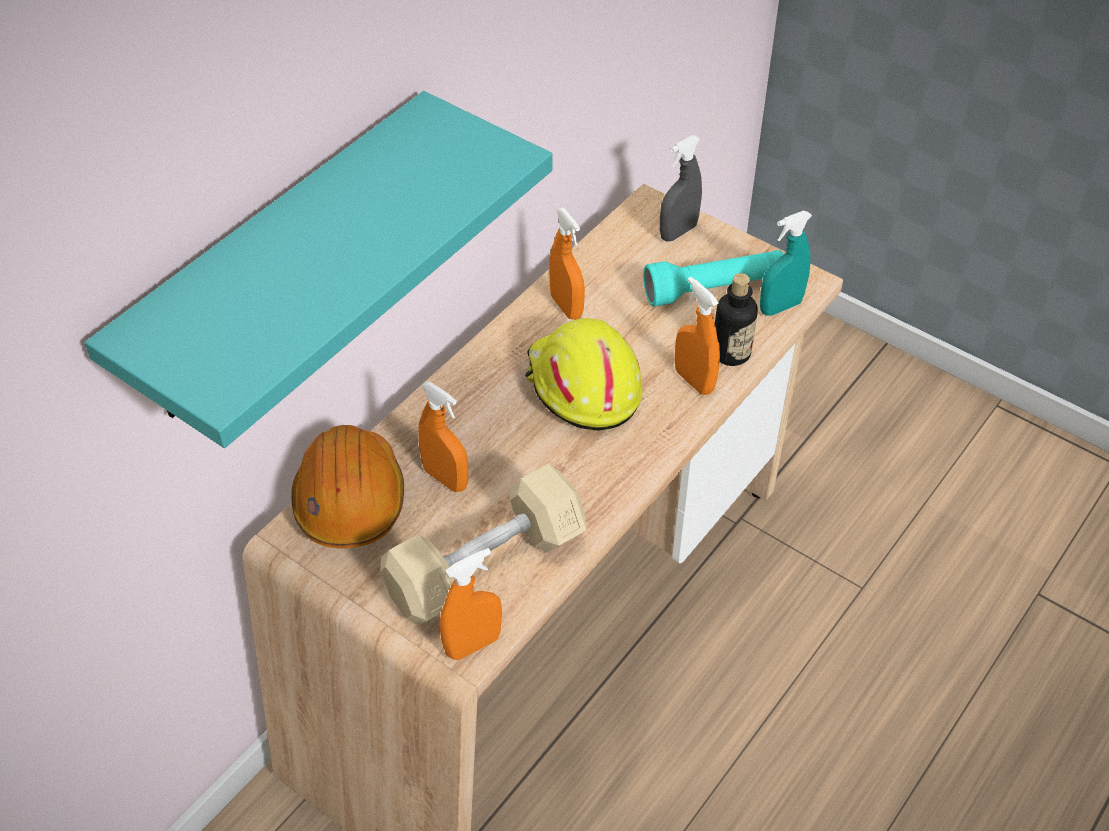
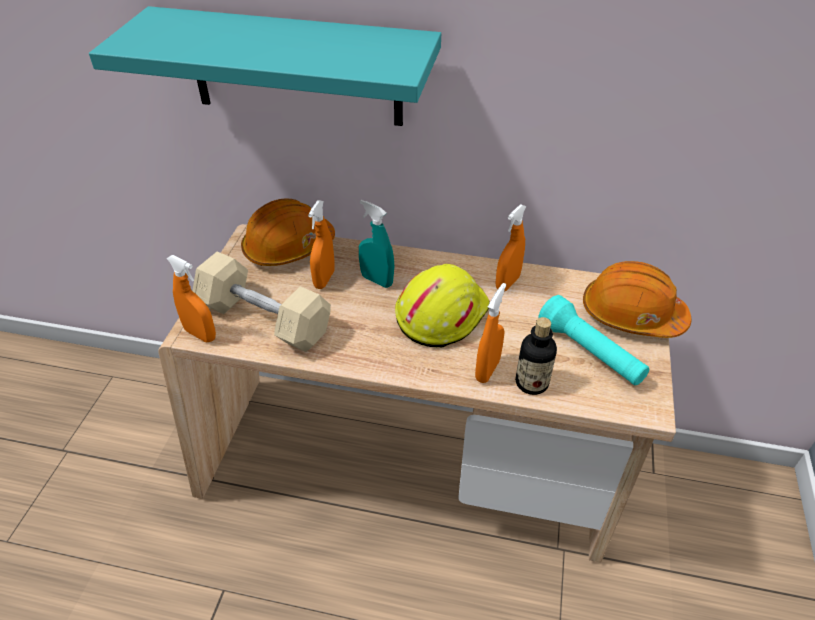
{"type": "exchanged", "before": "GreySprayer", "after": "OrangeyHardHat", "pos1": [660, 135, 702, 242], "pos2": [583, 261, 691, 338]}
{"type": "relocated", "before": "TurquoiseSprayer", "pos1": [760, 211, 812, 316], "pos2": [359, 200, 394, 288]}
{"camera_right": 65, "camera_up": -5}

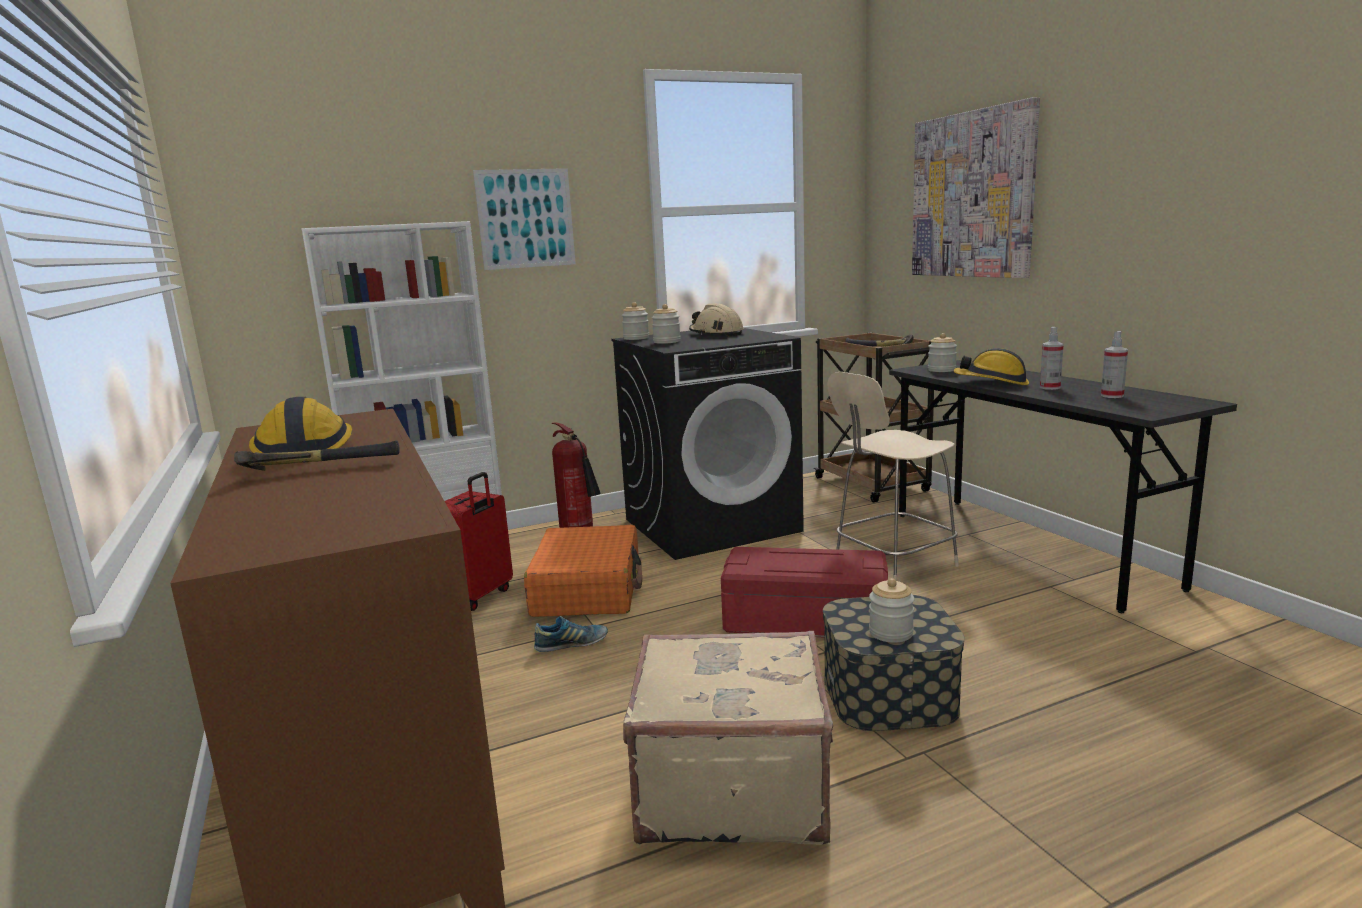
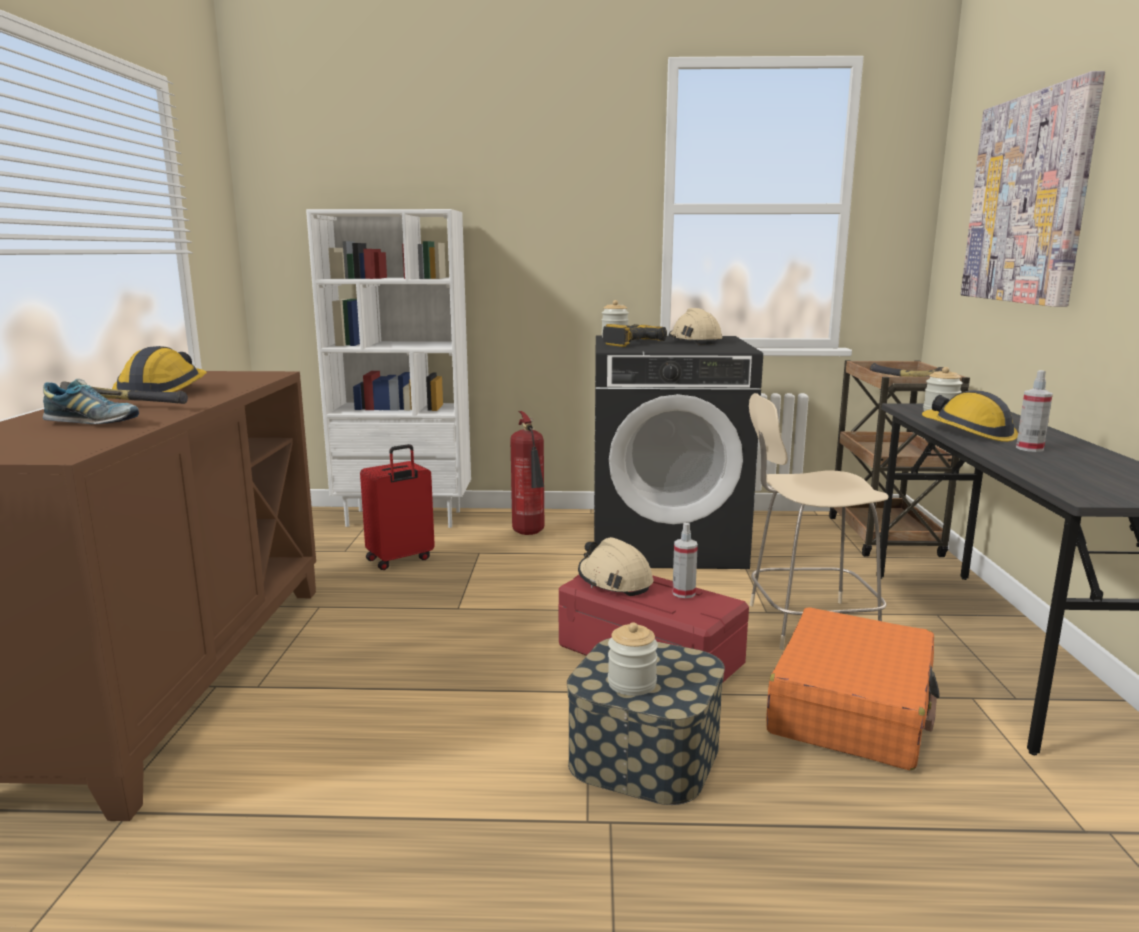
{"type": "missing", "before": "WallPicture", "pos1": [473, 168, 576, 270]}
{"type": "relocated", "before": "OrangeySuitcase", "pos1": [524, 525, 642, 617], "pos2": [766, 607, 940, 770]}
{"type": "relocated", "before": "Shoe", "pos1": [534, 616, 608, 652], "pos2": [43, 379, 139, 424]}
{"type": "missing", "before": "BeigeSuitcase", "pos1": [623, 631, 833, 844]}
{"type": "exchanged", "before": "Jar", "after": "ElectricDrill", "pos1": [652, 304, 681, 344], "pos2": [603, 324, 667, 347]}
{"type": "relocated", "before": "Sprayer", "pos1": [1101, 331, 1128, 398], "pos2": [672, 523, 698, 598]}
{"type": "appeared", "after": "BeigeHardHat", "pos2": [578, 537, 654, 596]}
{"camera_right": 25, "camera_up": 0}

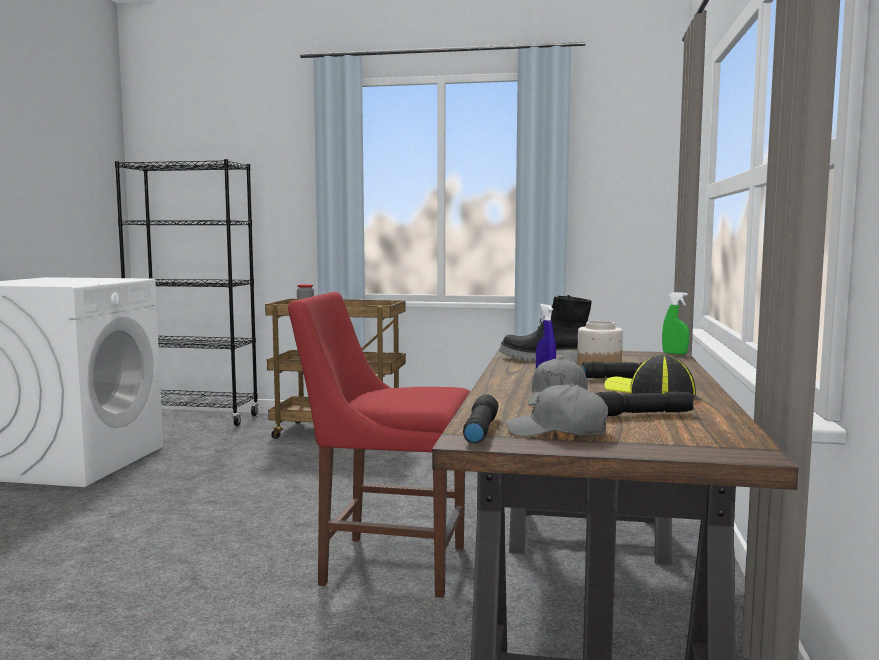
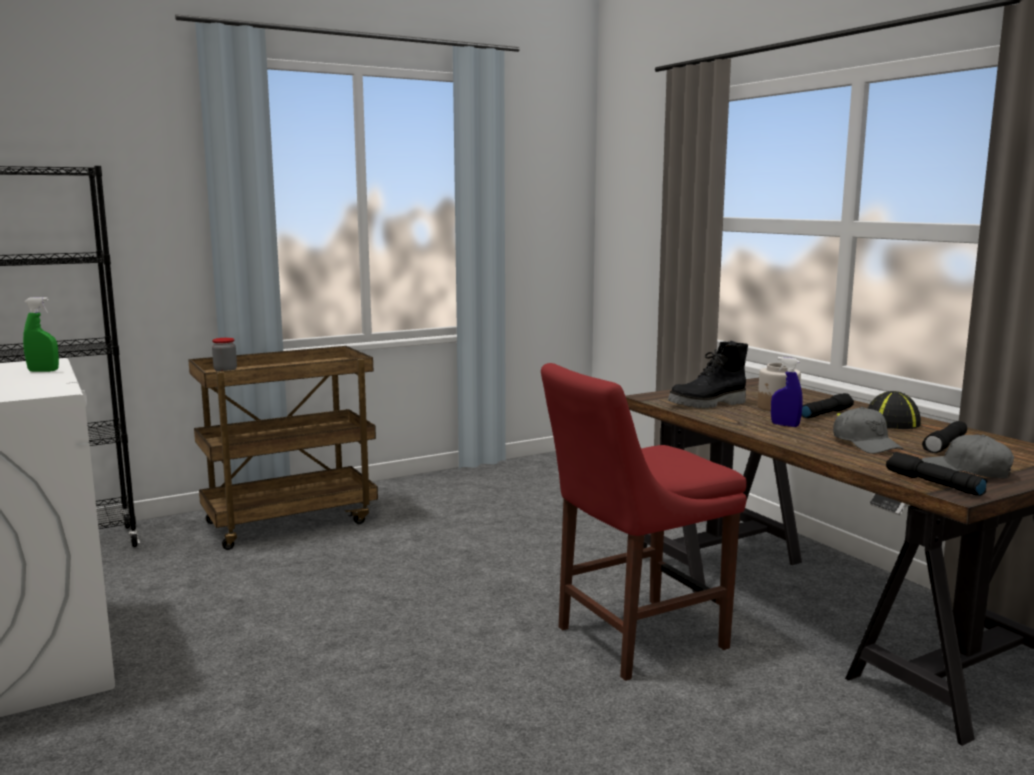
{"type": "spun", "before": "GreyCap", "pos1": [506, 383, 608, 437], "pos2": [922, 434, 1014, 478], "turn": 60}
{"type": "relocated", "before": "GreenSprayer", "pos1": [662, 292, 689, 355], "pos2": [23, 297, 59, 372]}
{"camera_right": -40, "camera_up": 5}

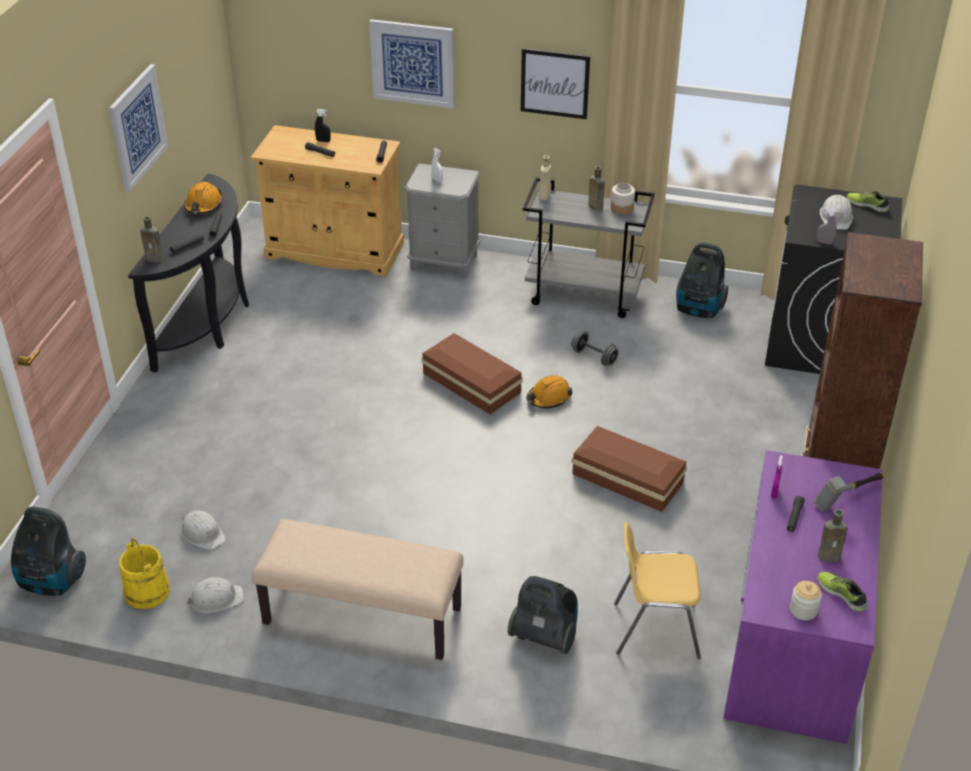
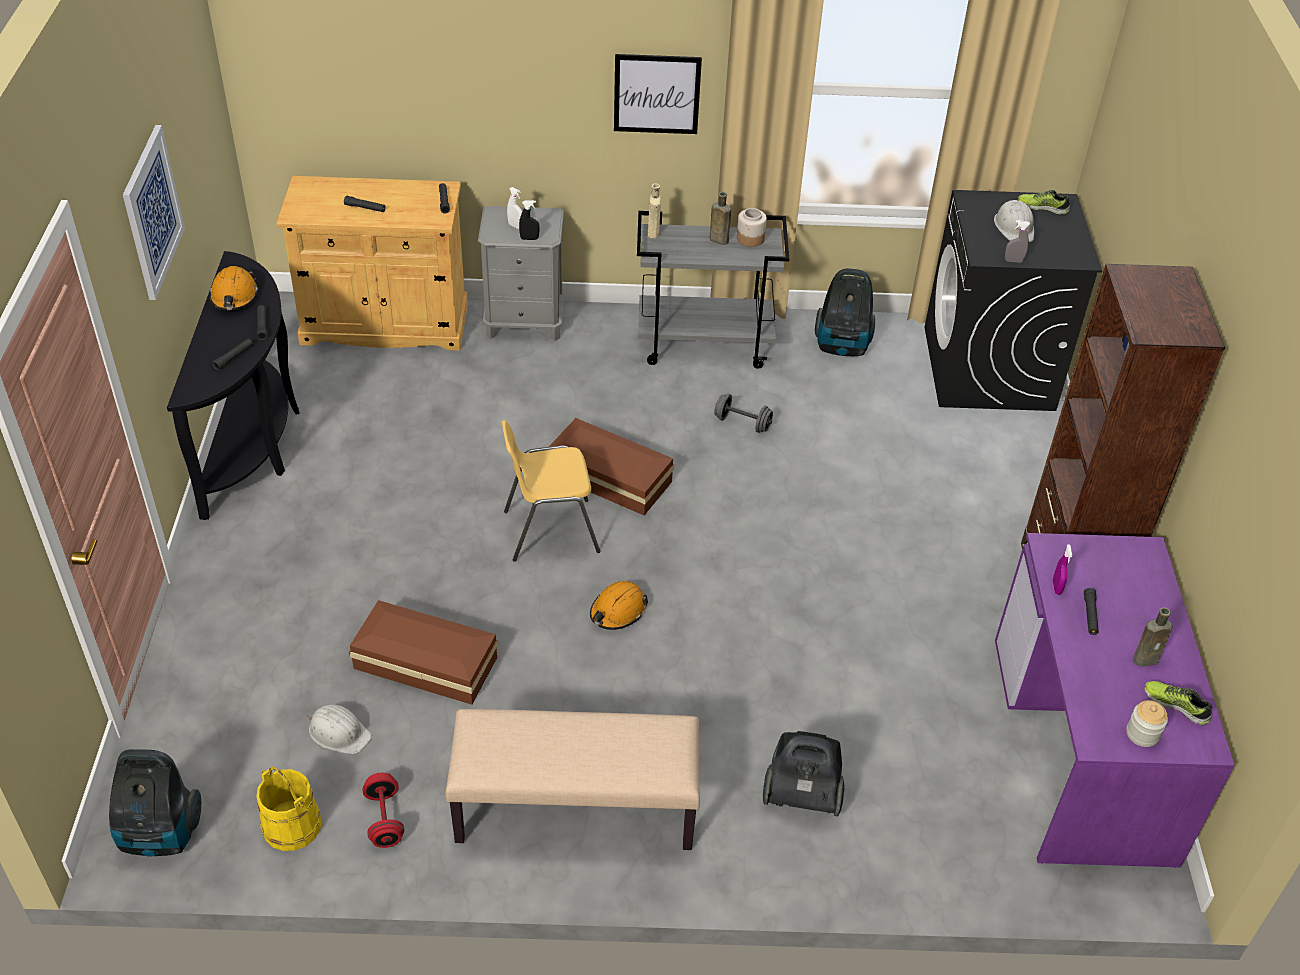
{"type": "missing", "before": "BrownishDrinkBottle", "pos1": [140, 216, 163, 263]}
{"type": "exchanged", "before": "WhitishHardHat", "after": "RedDumbbell", "pos1": [186, 577, 244, 613], "pos2": [362, 773, 404, 848]}
{"type": "relocated", "before": "BlackColouredSprayer", "pos1": [315, 109, 331, 142], "pos2": [519, 200, 539, 240]}
{"type": "missing", "before": "WallPicture", "pos1": [369, 19, 454, 108]}
{"type": "relocated", "before": "OrangeyHardHat", "pos1": [527, 375, 572, 408], "pos2": [590, 581, 648, 630]}
{"type": "relocated", "before": "BrownishStorageContainer", "pos1": [572, 426, 687, 512], "pos2": [349, 600, 498, 705]}
{"type": "relocated", "before": "YellowishUprightChair", "pos1": [614, 523, 701, 659], "pos2": [502, 420, 601, 562]}
{"type": "missing", "before": "Hammer", "pos1": [814, 472, 885, 511]}
{"camera_right": -15, "camera_up": 5}

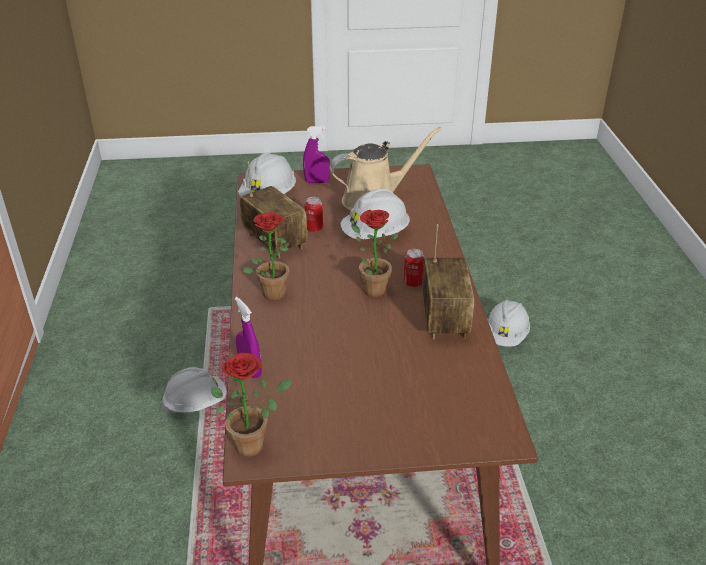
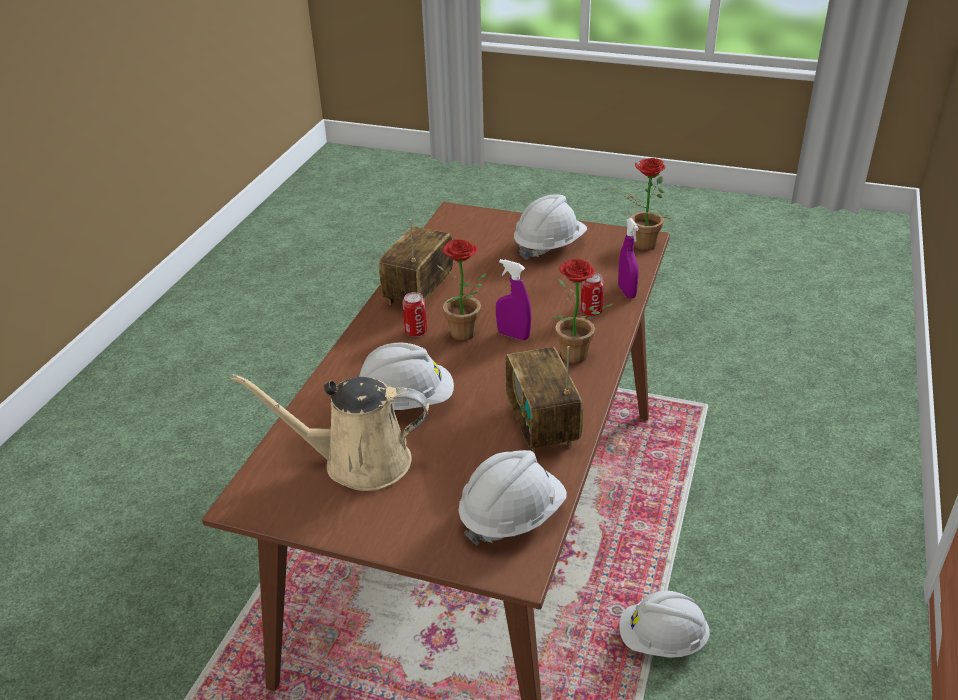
{"type": "relocated", "before": "PurpleSprayer", "pos1": [303, 126, 330, 183], "pos2": [496, 259, 531, 340]}
{"type": "relocated", "before": "Can", "pos1": [305, 197, 323, 232], "pos2": [580, 273, 604, 316]}
{"type": "relocated", "before": "WhitishHardHat", "pos1": [487, 300, 530, 347], "pos2": [514, 194, 587, 260]}
{"camera_right": -155, "camera_up": 0}

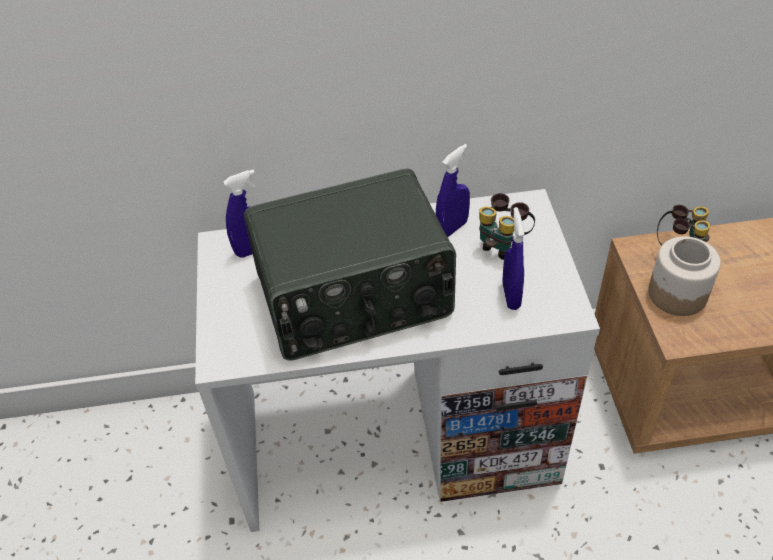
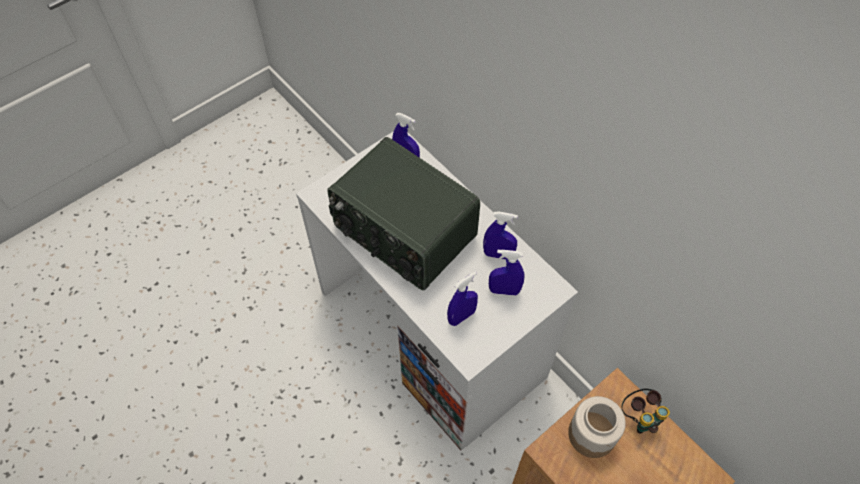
{"type": "exchanged", "before": "PairOfBinoculars", "after": "BlueSprayer", "pos1": [479, 193, 535, 260], "pos2": [489, 250, 525, 296]}
{"camera_right": 55, "camera_up": 10}

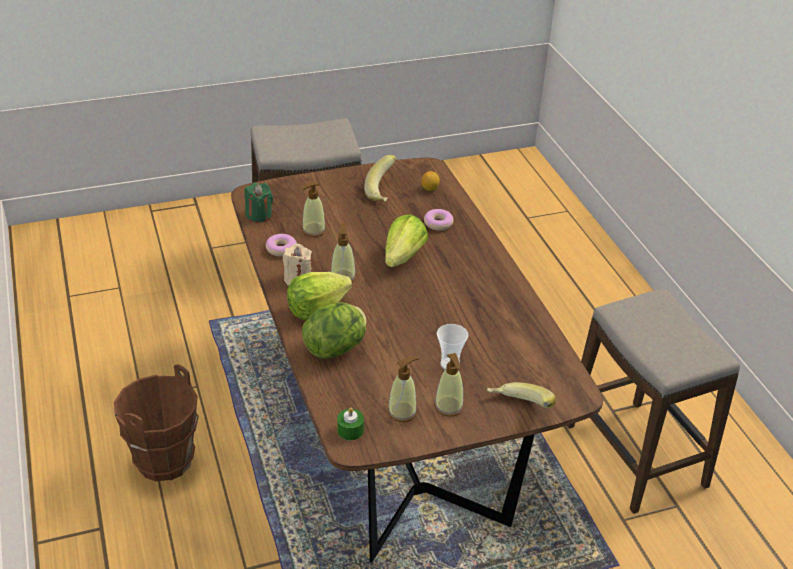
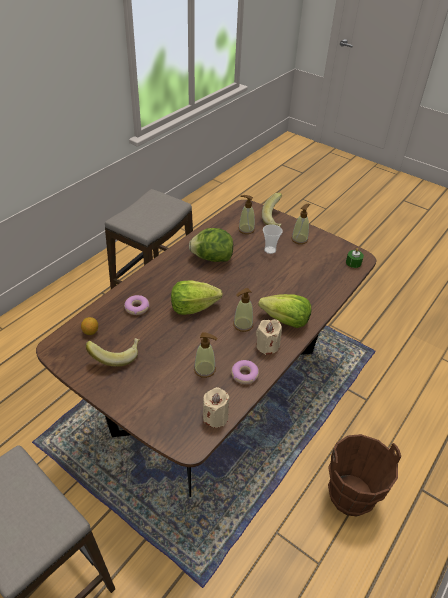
{"type": "colour", "before": "GreenWaxLight", "after": "BeigeWaxLight", "pos1": [244, 183, 273, 222], "pos2": [203, 387, 230, 428]}
{"type": "relocated", "before": "LettuceHead", "pos1": [302, 302, 367, 359], "pos2": [189, 228, 233, 262]}
{"type": "relocated", "before": "LiquidSoapBottle", "pos1": [388, 356, 419, 422], "pos2": [238, 195, 255, 234]}
{"camera_right": -125, "camera_up": 5}

